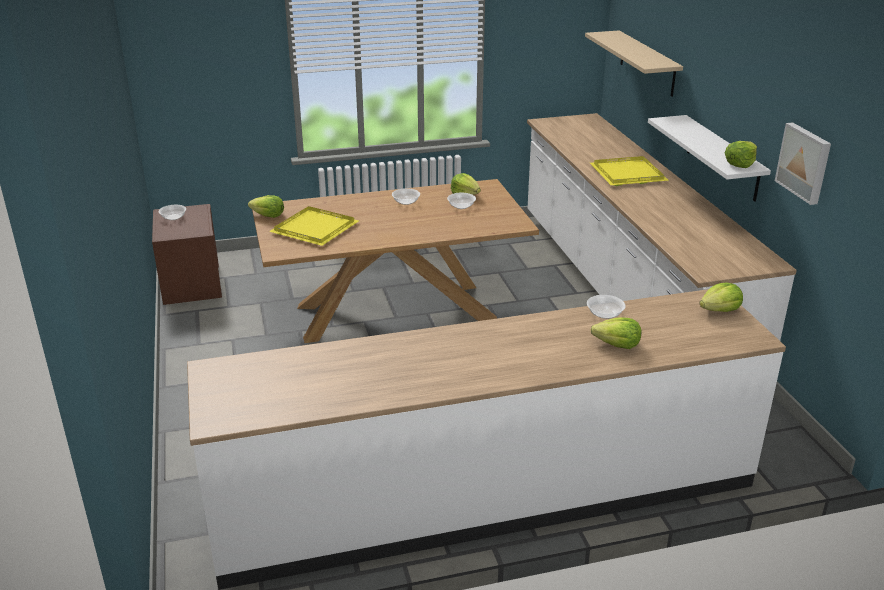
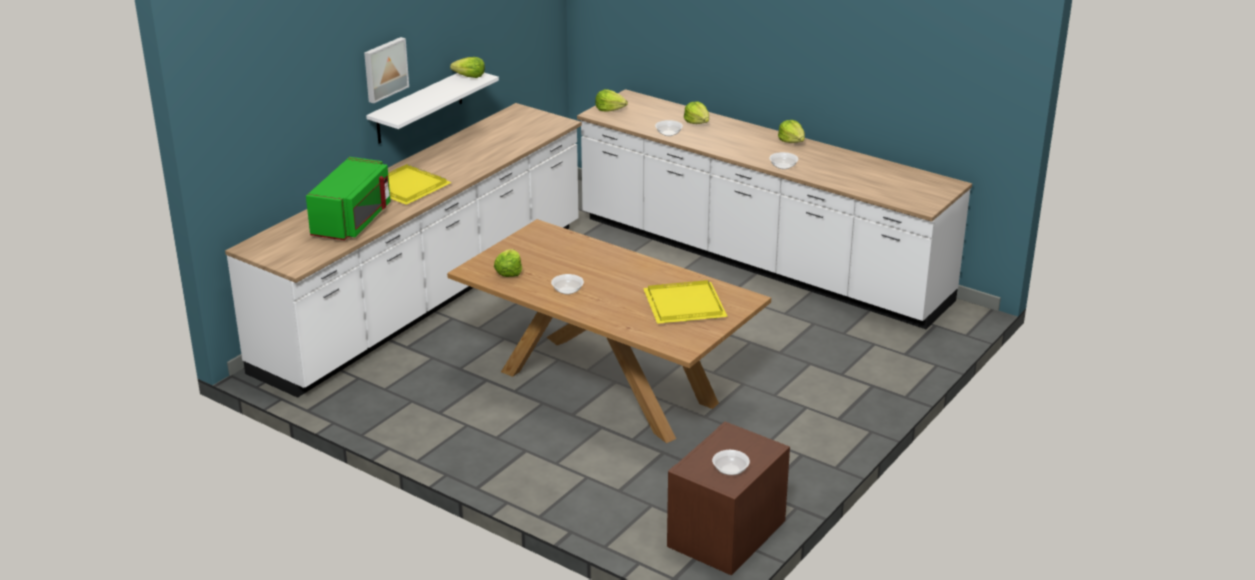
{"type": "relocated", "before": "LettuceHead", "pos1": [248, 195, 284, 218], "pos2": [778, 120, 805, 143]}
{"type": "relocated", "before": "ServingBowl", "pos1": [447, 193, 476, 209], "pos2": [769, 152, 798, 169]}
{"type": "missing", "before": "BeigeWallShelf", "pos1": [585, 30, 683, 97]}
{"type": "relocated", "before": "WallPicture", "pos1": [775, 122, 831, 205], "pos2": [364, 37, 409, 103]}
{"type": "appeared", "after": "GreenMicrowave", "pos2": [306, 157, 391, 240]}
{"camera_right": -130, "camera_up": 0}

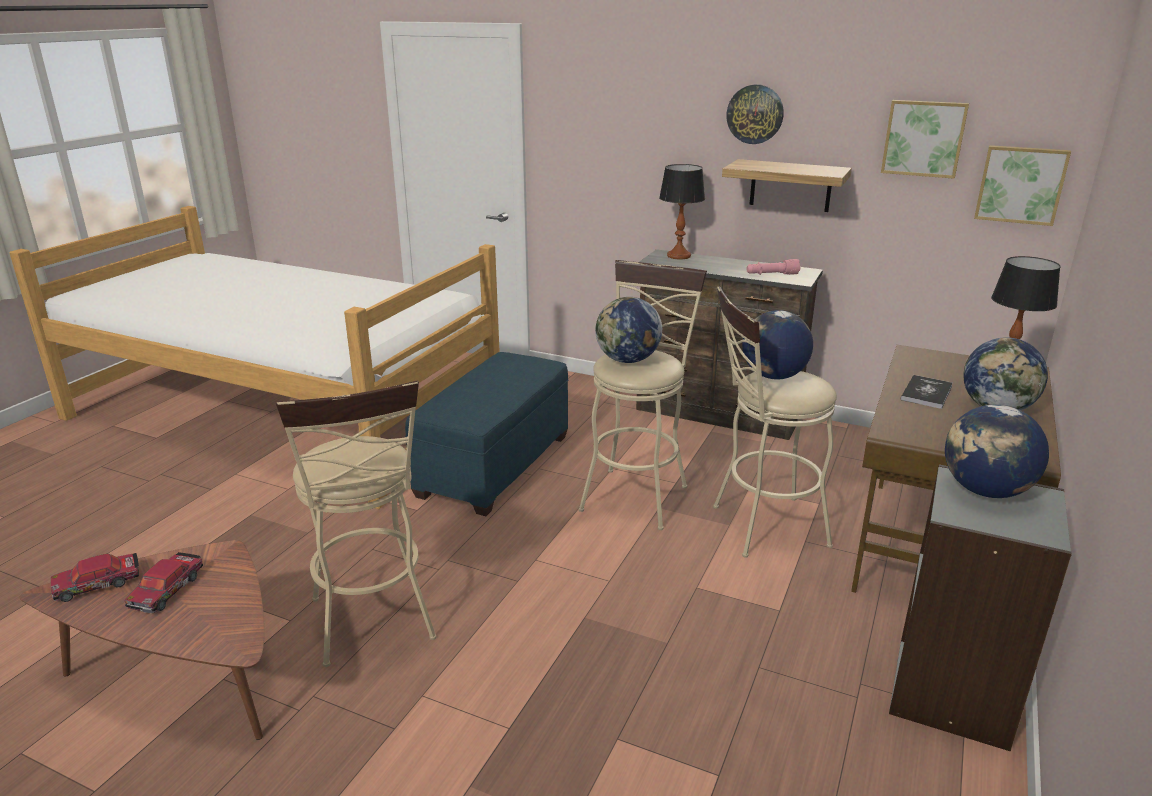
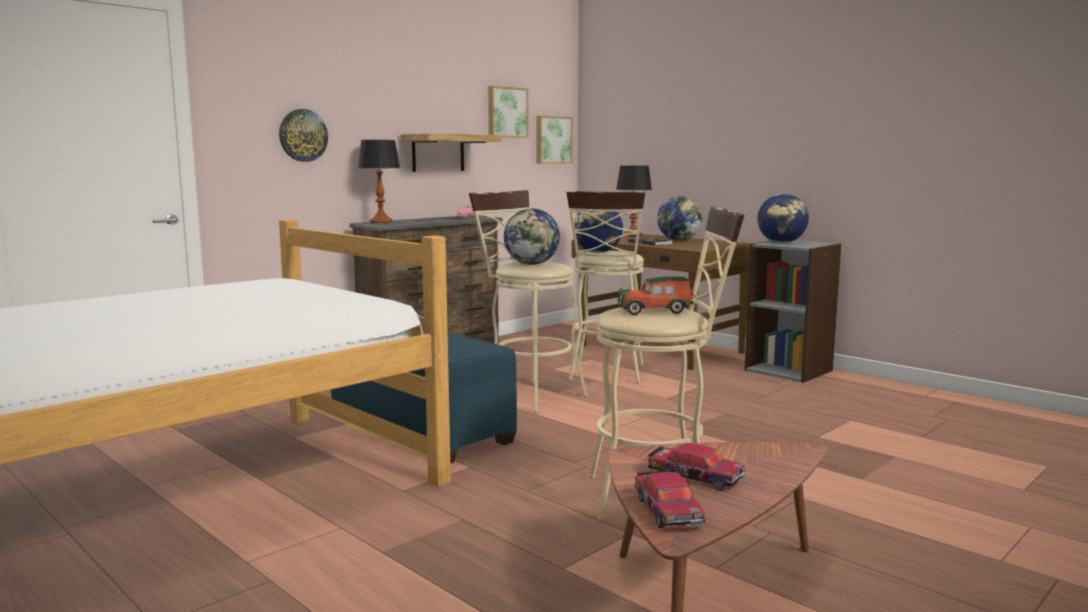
{"type": "relocated", "before": "WallClock", "pos1": [726, 84, 784, 144], "pos2": [279, 109, 328, 162]}
{"type": "appeared", "after": "MiniatureCar", "pos2": [617, 277, 696, 315]}
{"camera_right": -70, "camera_up": -15}

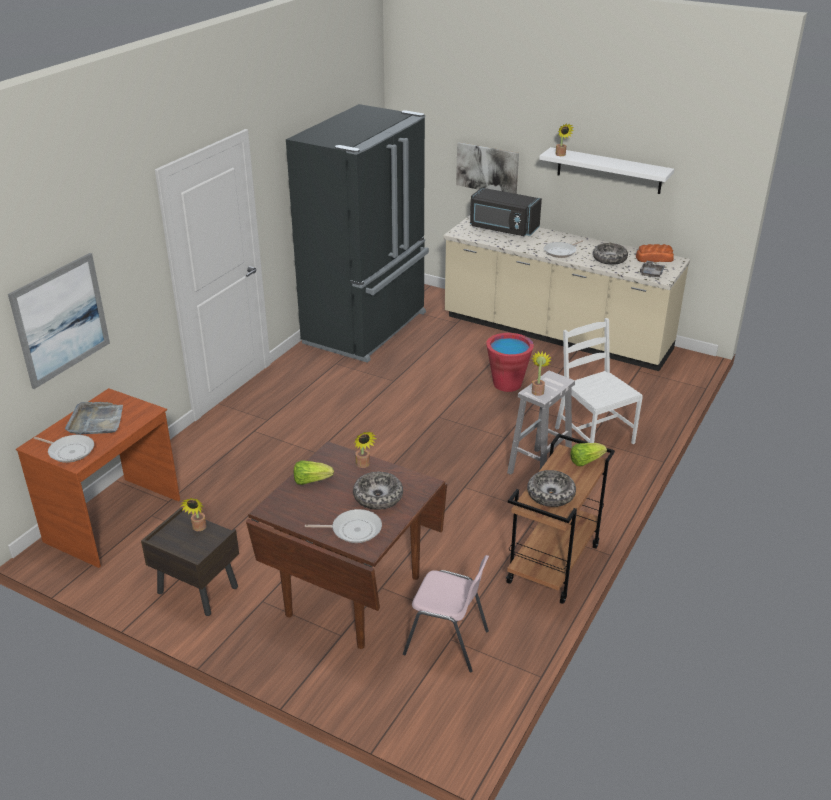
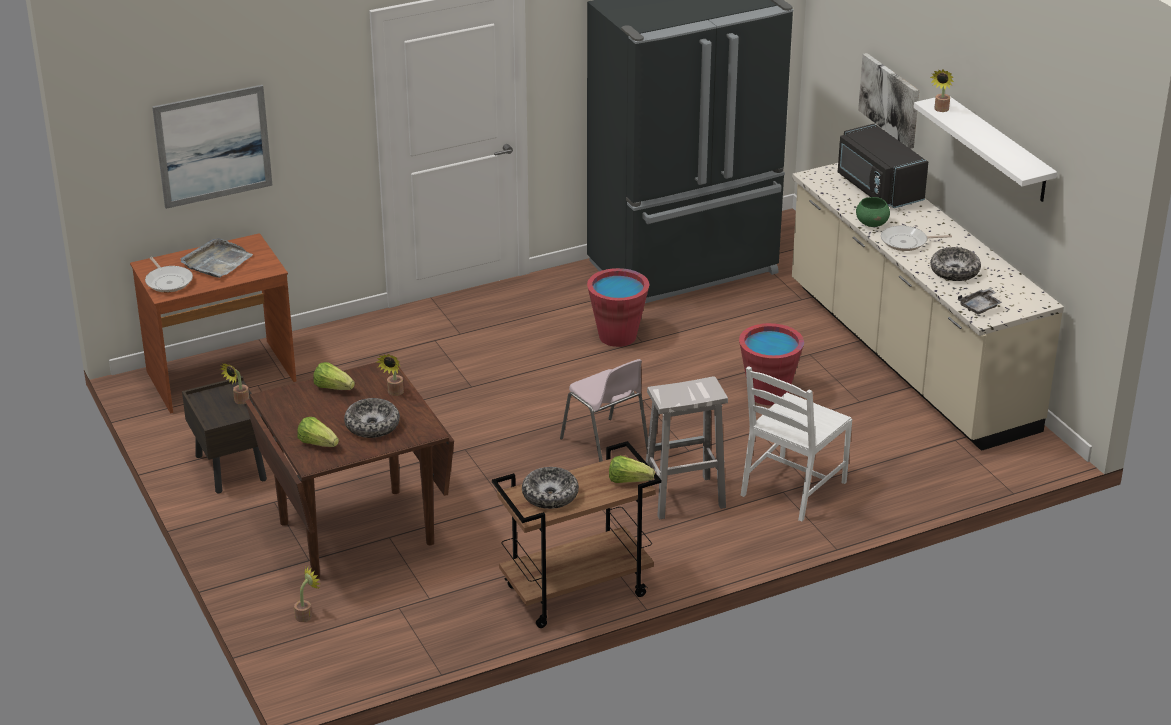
{"type": "exchanged", "before": "FryingPan", "after": "LettuceHead", "pos1": [305, 509, 382, 543], "pos2": [297, 417, 339, 447]}
{"type": "relocated", "before": "PinkColouredUprightChair", "pos1": [403, 555, 489, 672], "pos2": [560, 359, 648, 462]}
{"type": "relocated", "before": "Houseplant", "pos1": [532, 351, 552, 396], "pos2": [294, 566, 320, 622]}
{"type": "spun", "before": "WhitishUprightChair", "pos1": [555, 318, 643, 444], "pos2": [740, 366, 852, 522], "turn": -150}
{"type": "missing", "before": "BakeryBread", "pos1": [636, 244, 674, 262]}
{"type": "appeared", "after": "RedPail", "pos2": [587, 268, 649, 347]}
{"type": "appeared", "after": "GreenServingBowl", "pos2": [856, 197, 890, 227]}
{"camera_right": 35, "camera_up": 0}

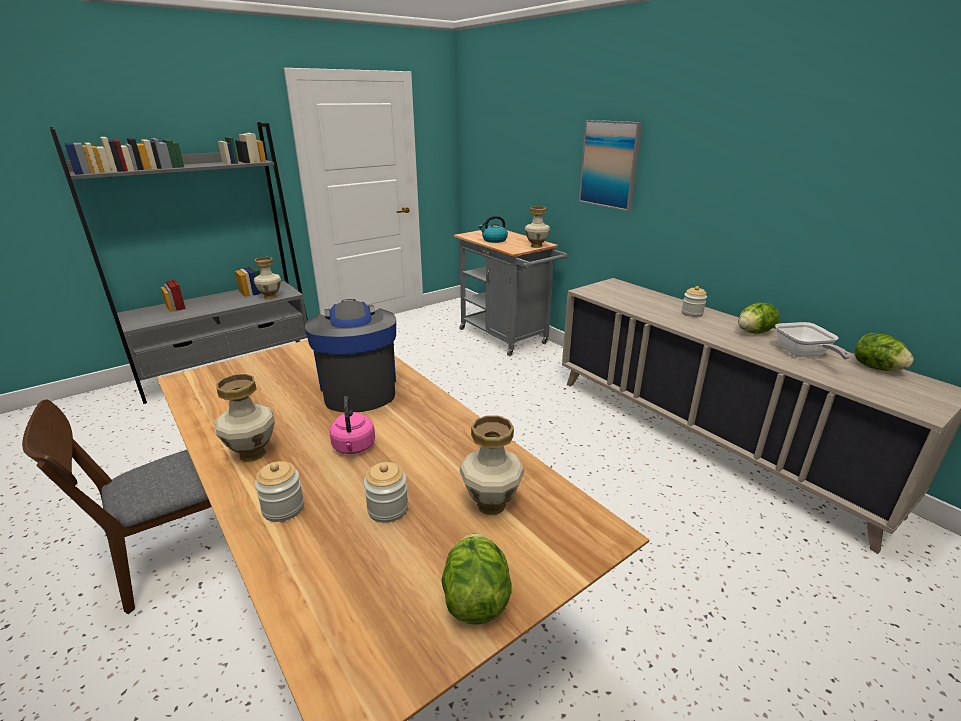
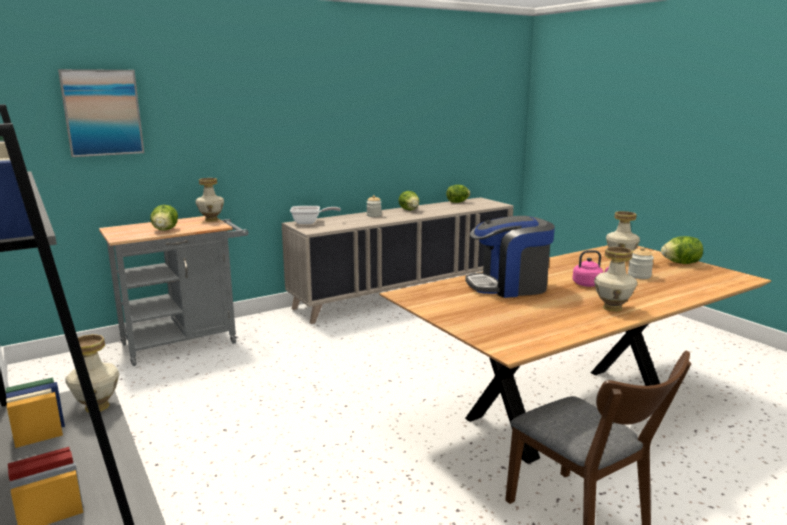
{"type": "missing", "before": "Jar", "pos1": [255, 461, 304, 522]}
{"type": "exchanged", "before": "TeaKettle", "after": "LettuceHead", "pos1": [479, 215, 508, 243], "pos2": [150, 205, 178, 231]}
{"type": "relocated", "before": "WallPicture", "pos1": [579, 120, 642, 211], "pos2": [58, 69, 144, 157]}
{"type": "relocated", "before": "FryingPan", "pos1": [775, 322, 850, 360], "pos2": [290, 206, 341, 224]}
{"camera_right": -85, "camera_up": -10}

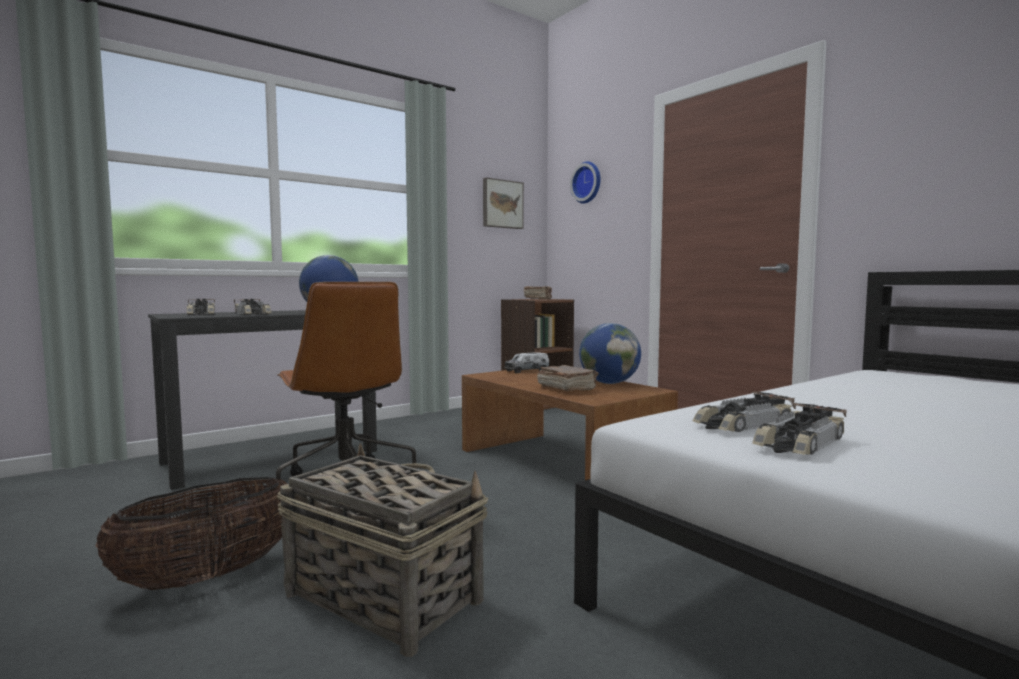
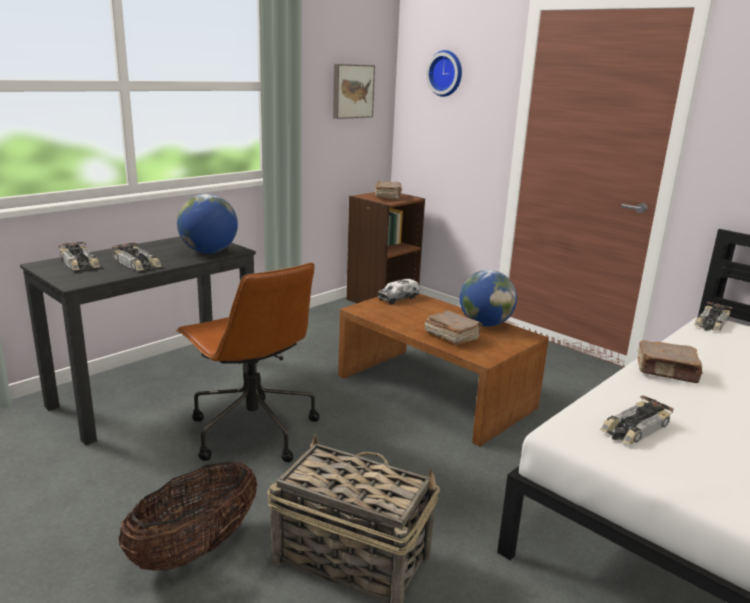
{"type": "relocated", "before": "MiniatureCar", "pos1": [752, 403, 847, 455], "pos2": [694, 302, 732, 332]}
{"type": "appeared", "after": "BrownishVolume", "pos2": [638, 340, 703, 383]}
{"camera_right": -10, "camera_up": 15}

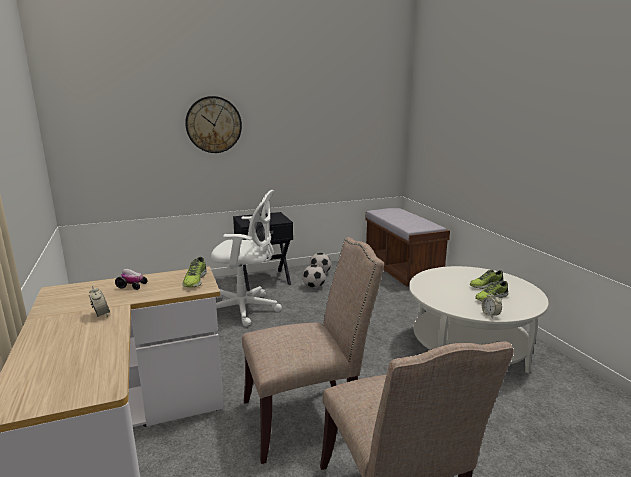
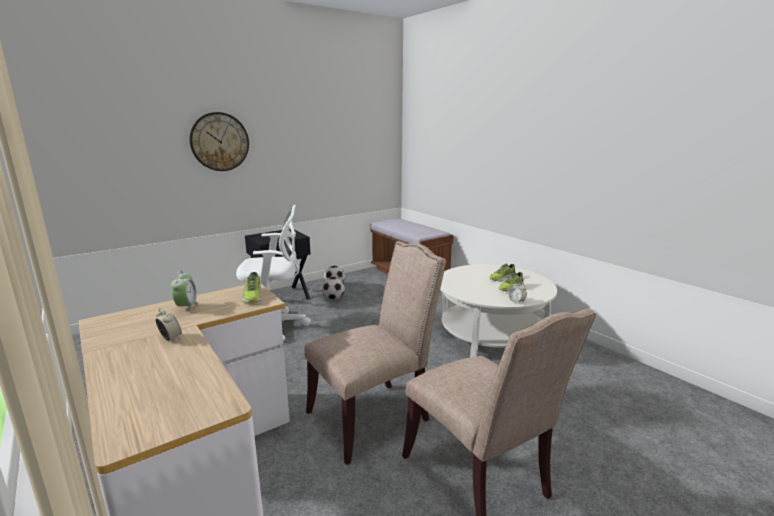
{"type": "exchanged", "before": "MiniatureCar", "after": "AlarmClock", "pos1": [115, 268, 147, 290], "pos2": [171, 271, 199, 313]}
{"camera_right": -15, "camera_up": 0}

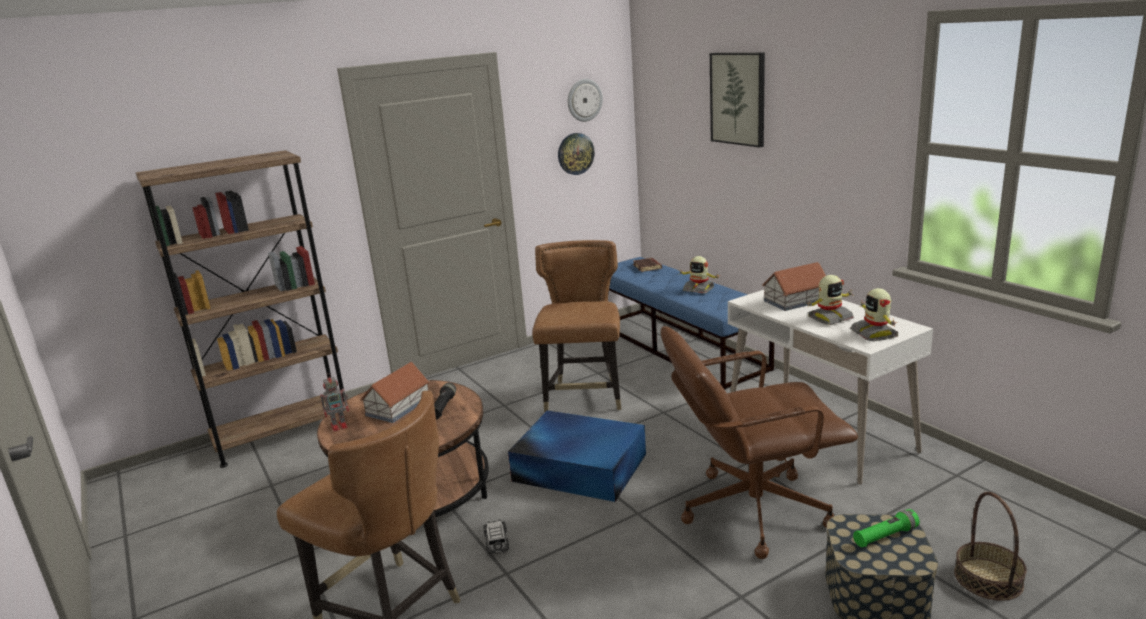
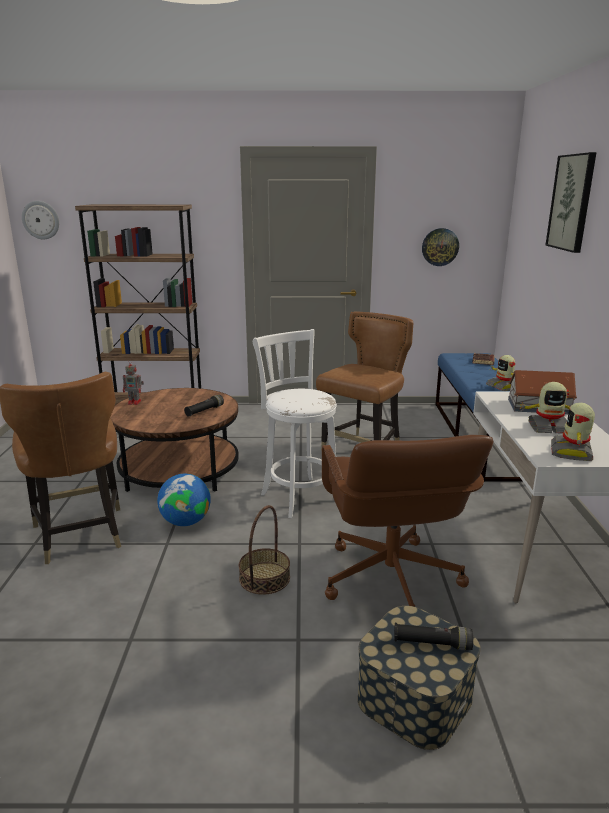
{"type": "missing", "before": "MiniatureHouse", "pos1": [360, 362, 430, 423]}
{"type": "exchanged", "before": "MiniatureCar", "after": "Globe", "pos1": [483, 519, 509, 554], "pos2": [157, 474, 211, 526]}
{"type": "exchanged", "before": "BlueStorageContainer", "after": "WhitishStool", "pos1": [508, 410, 646, 502], "pos2": [253, 329, 337, 518]}
{"type": "relocated", "before": "WallClock", "pos1": [568, 79, 603, 122], "pos2": [22, 201, 59, 239]}
{"type": "spun", "before": "BrownishDeskChair", "pos1": [661, 326, 858, 559], "pos2": [322, 435, 493, 607], "turn": -120}
{"type": "colour", "before": "GreenTorch", "after": "BlackColouredTorch", "pos1": [853, 509, 920, 547], "pos2": [394, 623, 473, 650]}
{"type": "relocated", "before": "StorageBasket", "pos1": [954, 492, 1027, 601], "pos2": [239, 505, 290, 595]}
{"camera_right": 30, "camera_up": 0}

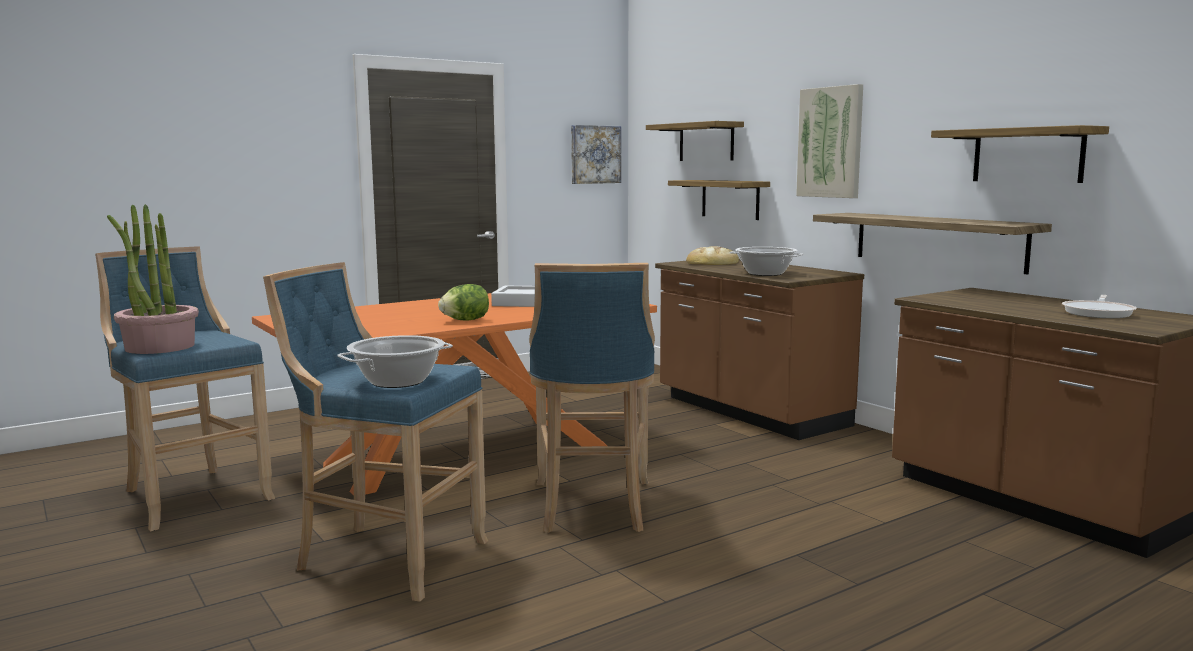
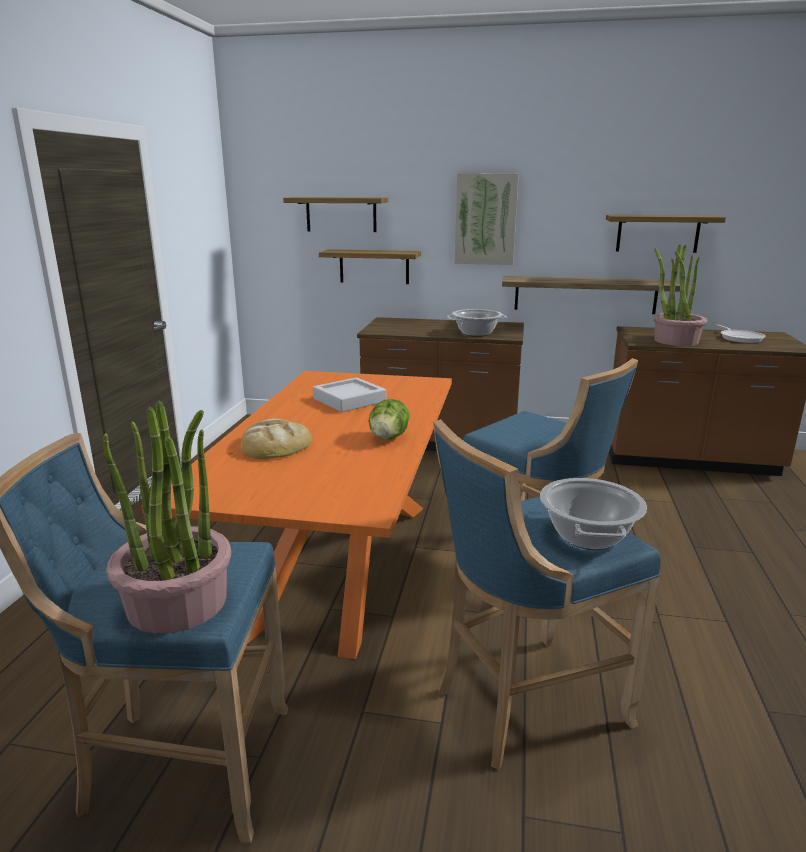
{"type": "missing", "before": "WallPicture", "pos1": [571, 125, 621, 184]}
{"type": "relocated", "before": "BakeryBread", "pos1": [686, 246, 739, 265], "pos2": [241, 419, 312, 459]}
{"type": "appeared", "after": "Houseplant", "pos2": [653, 244, 707, 346]}
{"camera_right": -45, "camera_up": 10}

